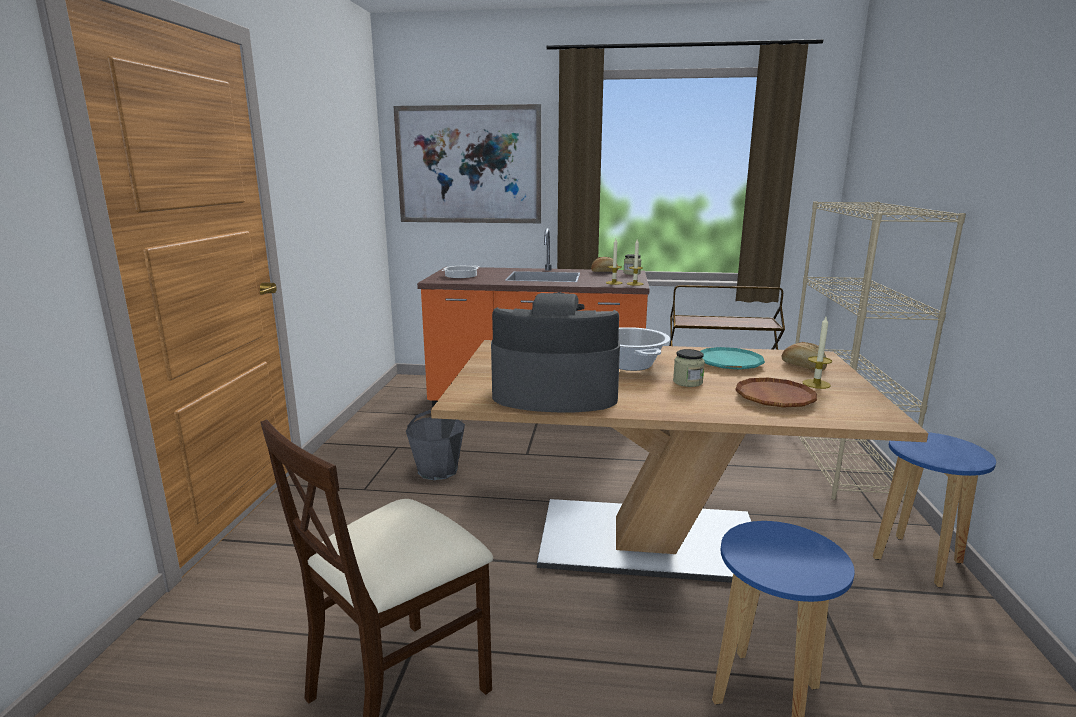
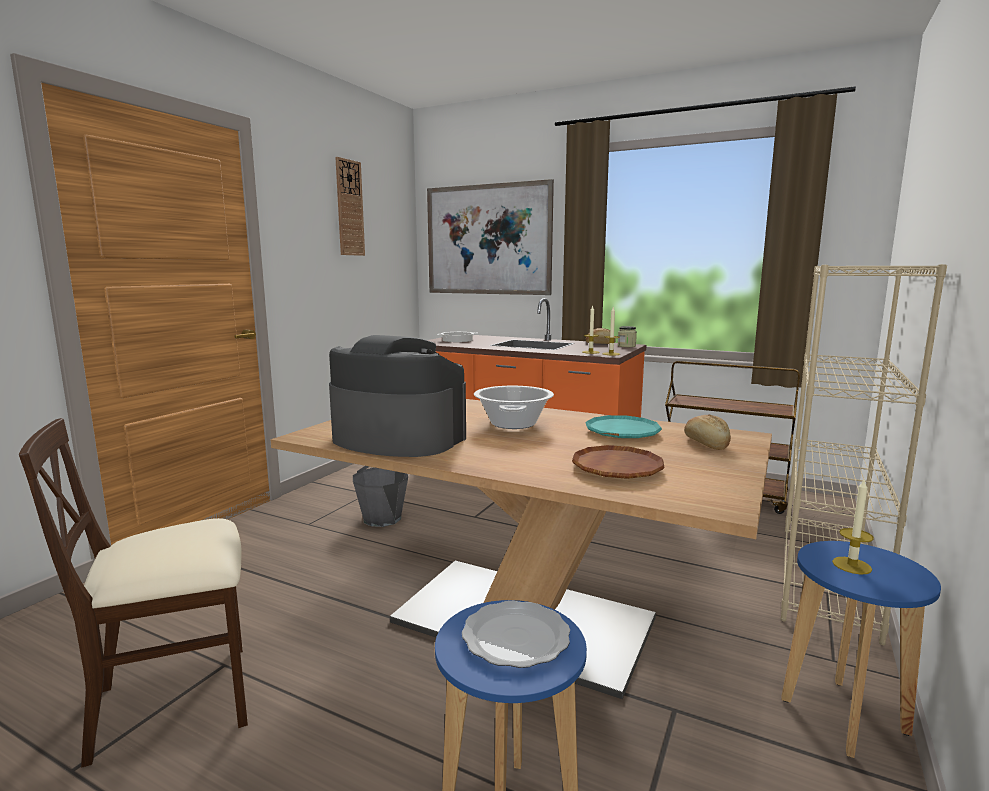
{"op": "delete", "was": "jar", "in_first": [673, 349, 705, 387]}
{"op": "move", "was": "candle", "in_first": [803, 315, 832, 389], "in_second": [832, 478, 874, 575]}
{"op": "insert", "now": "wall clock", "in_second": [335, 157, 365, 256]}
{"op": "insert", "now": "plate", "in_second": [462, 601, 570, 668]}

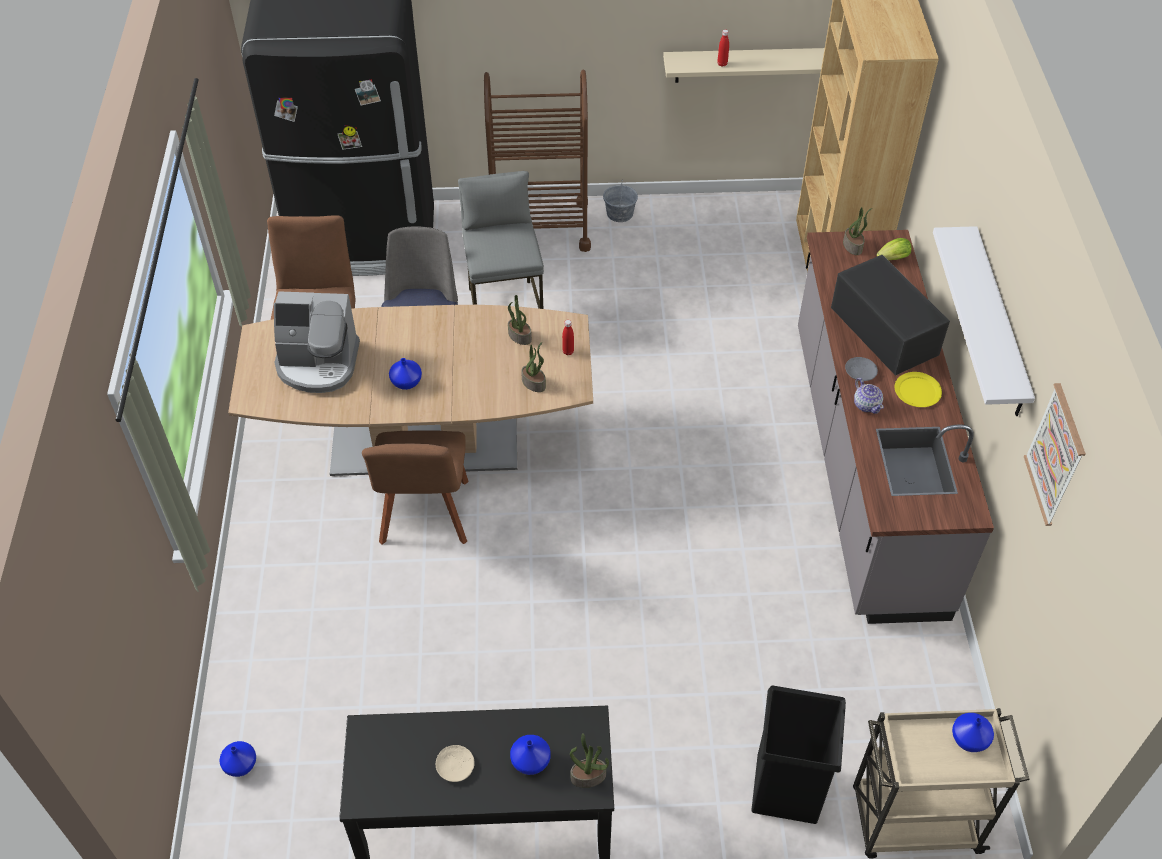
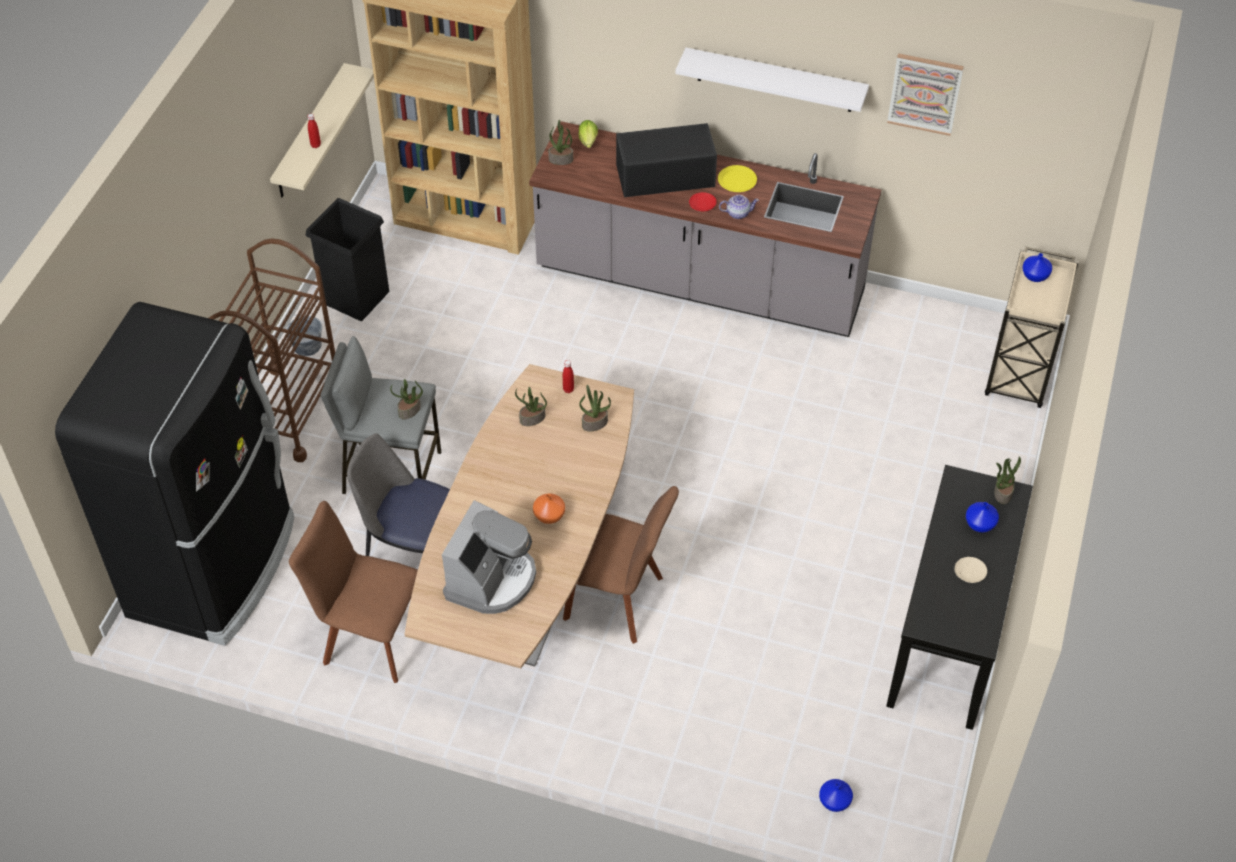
{"op": "recolor", "was": "vase (blue)", "now": "vase (orange)", "in_first": [389, 358, 422, 390], "in_second": [533, 493, 565, 524]}
{"op": "move", "was": "trash can (black)", "in_first": [751, 686, 846, 824], "in_second": [306, 198, 389, 321]}
{"op": "recolor", "was": "plate (grey)", "now": "plate (red)", "in_first": [845, 357, 878, 381], "in_second": [689, 192, 717, 211]}
{"op": "insert", "now": "potted plant", "in_second": [390, 379, 423, 420]}

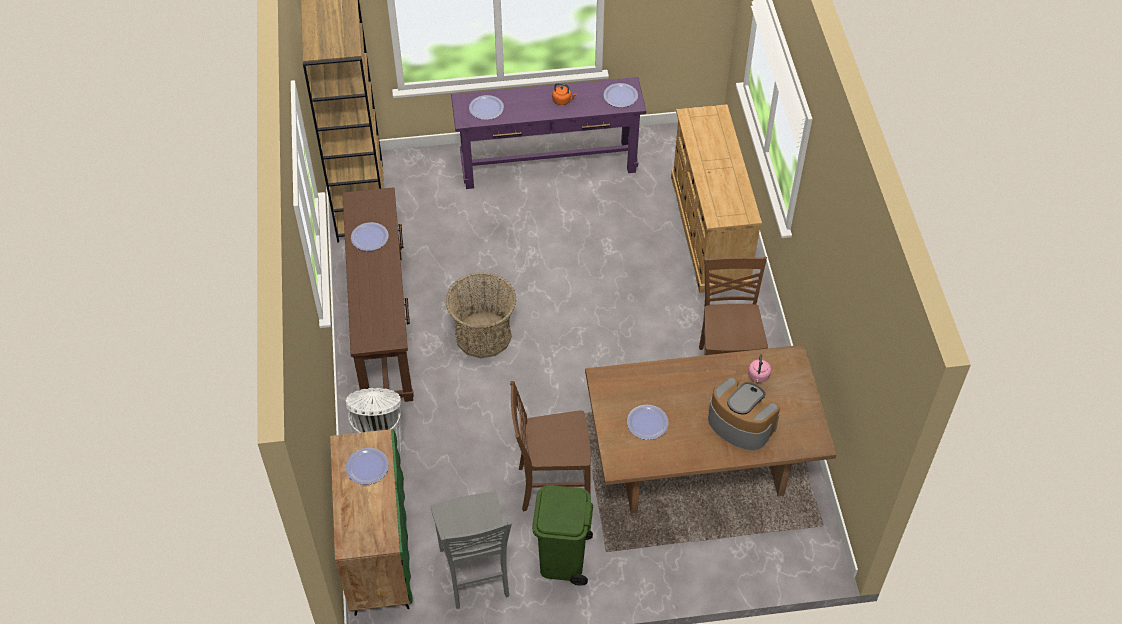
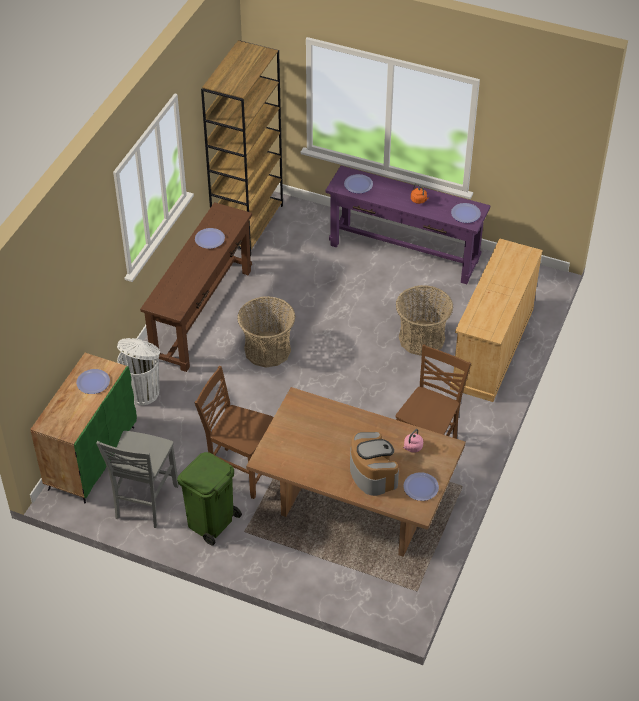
{"op": "move", "was": "plate", "in_first": [627, 405, 669, 440], "in_second": [404, 472, 439, 501]}
{"op": "insert", "now": "basket", "in_second": [396, 285, 453, 356]}

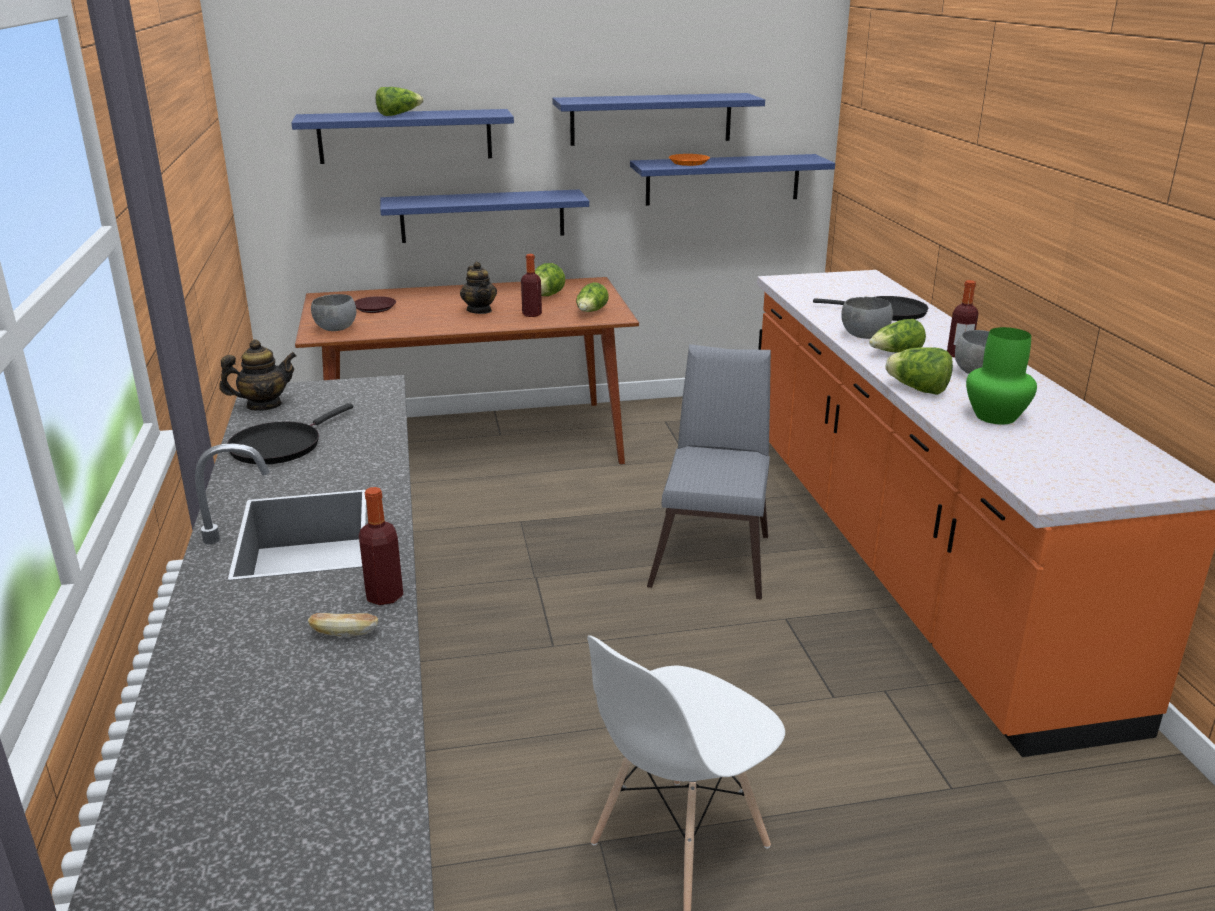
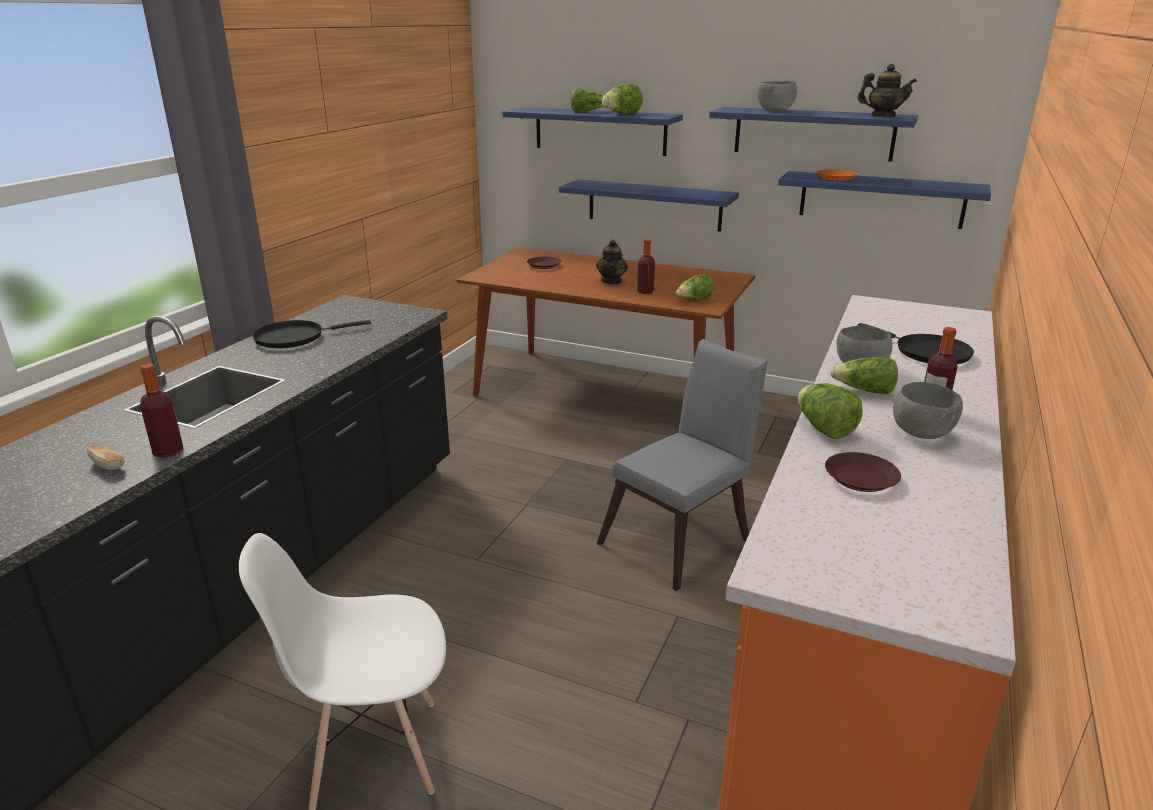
{"op": "move", "was": "teapot", "in_first": [219, 339, 297, 411], "in_second": [857, 64, 917, 117]}
{"op": "move", "was": "bowl (grey)", "in_first": [311, 294, 356, 331], "in_second": [757, 81, 797, 112]}
{"op": "move", "was": "lettuce", "in_first": [535, 263, 565, 296], "in_second": [602, 84, 643, 114]}
{"op": "replace", "was": "vase (green)", "now": "plate (brown)", "in_first": [966, 327, 1037, 425], "in_second": [825, 452, 901, 492]}

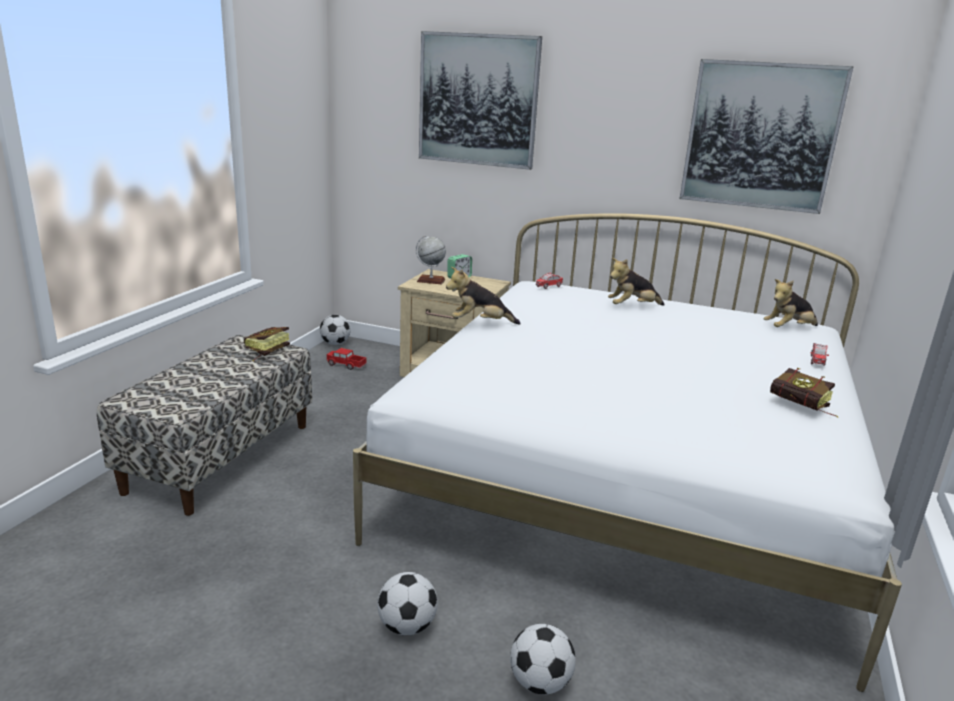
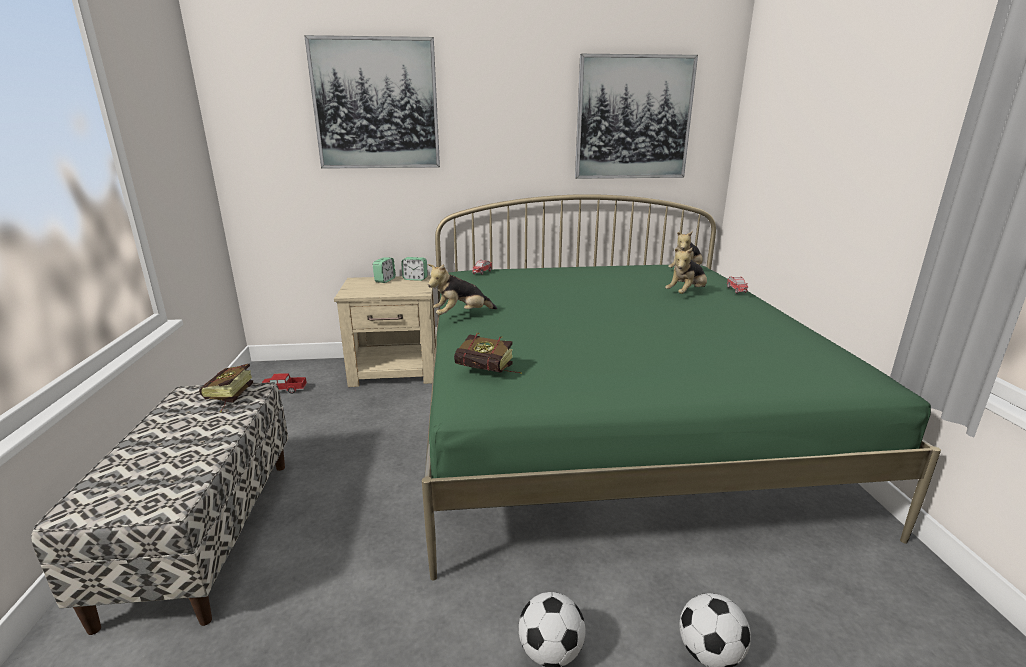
{"op": "delete", "was": "football", "in_first": [320, 315, 351, 345]}
{"op": "recolor", "was": "bed (white)", "now": "bed (green)", "in_first": [353, 213, 902, 692], "in_second": [422, 194, 941, 581]}
{"op": "delete", "was": "globe", "in_first": [416, 235, 446, 285]}
{"op": "move", "was": "plush toy", "in_first": [608, 258, 664, 306], "in_second": [665, 247, 707, 294]}
{"op": "move", "was": "book", "in_first": [770, 368, 838, 417], "in_second": [454, 333, 522, 374]}
{"op": "insert", "now": "alarm clock", "in_second": [401, 257, 428, 281]}

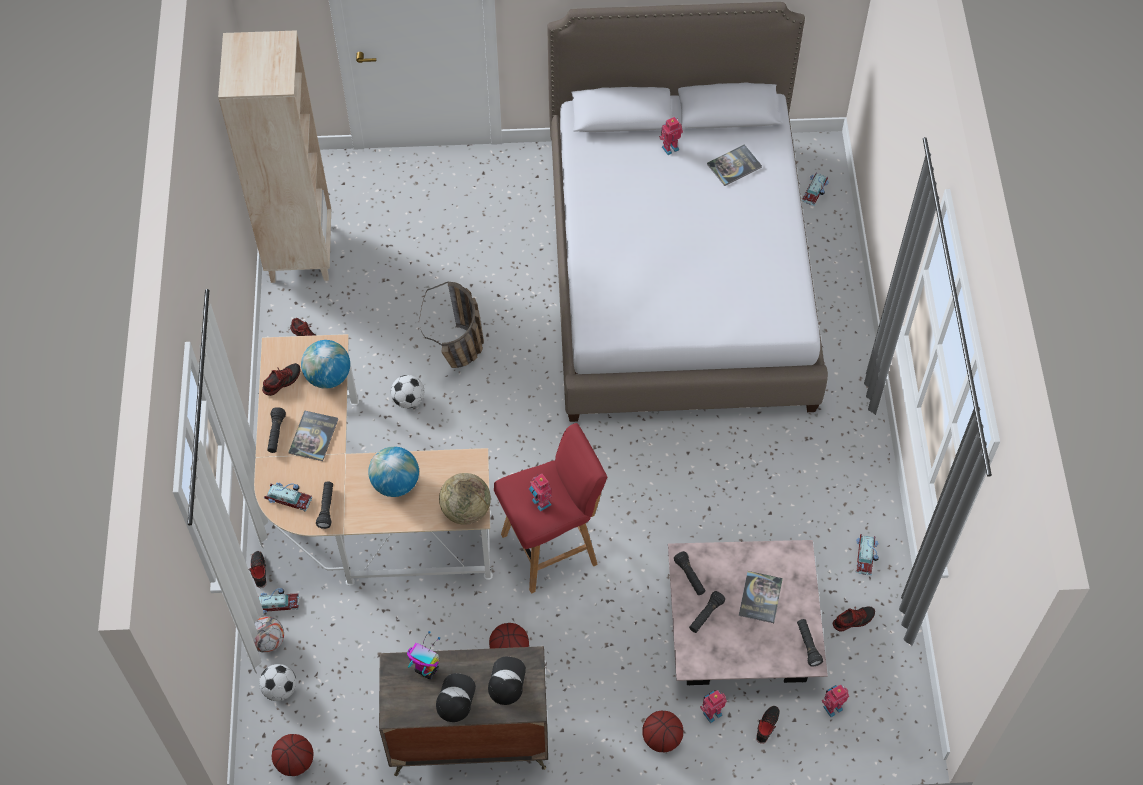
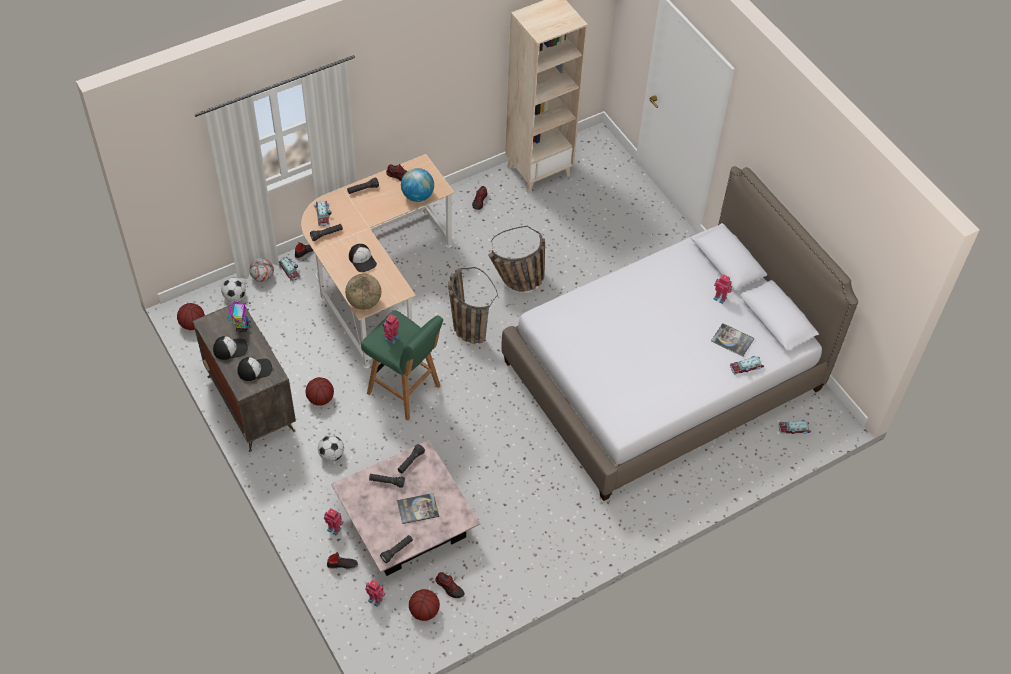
{"op": "delete", "was": "book", "in_first": [288, 410, 338, 461]}
{"op": "replace", "was": "globe", "now": "cap", "in_first": [368, 446, 419, 497], "in_second": [349, 244, 377, 272]}
{"op": "move", "was": "football", "in_first": [391, 375, 424, 408], "in_second": [318, 435, 344, 462]}
{"op": "recolor", "was": "stool (red)", "now": "stool (green)", "in_first": [494, 423, 607, 594], "in_second": [361, 310, 443, 421]}
{"op": "move", "was": "basketball", "in_first": [642, 711, 683, 752], "in_second": [409, 589, 440, 621]}
{"op": "move", "was": "toy car", "in_first": [856, 534, 879, 575], "in_second": [729, 356, 764, 375]}
{"op": "insert", "now": "basket", "in_second": [448, 267, 498, 344]}

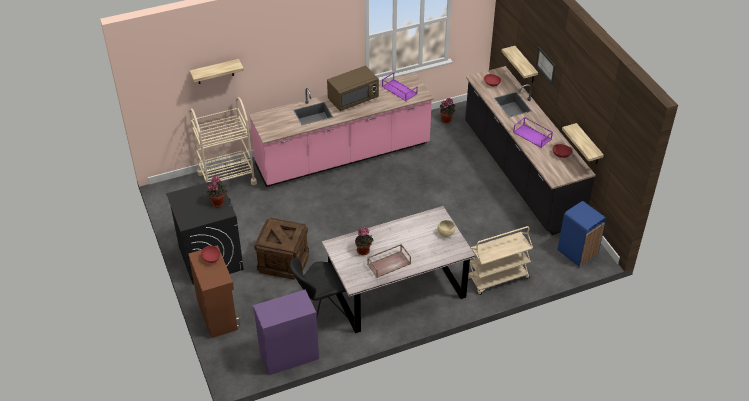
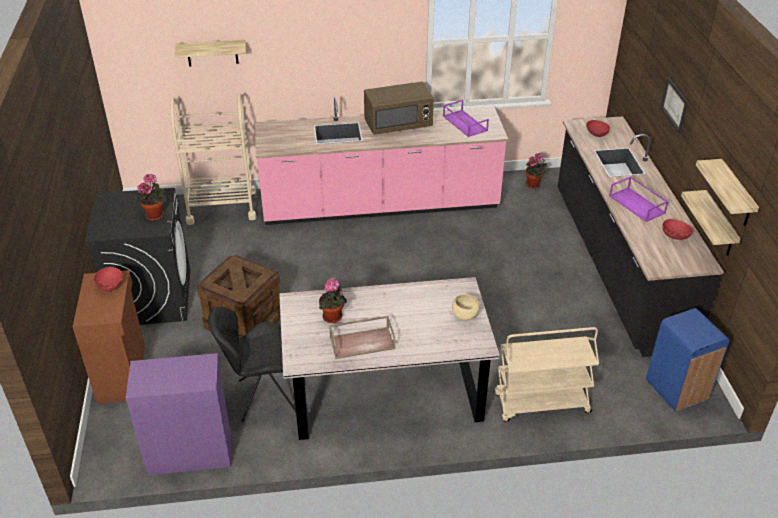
{"op": "move", "was": "shelf", "in_first": [501, 46, 538, 83], "in_second": [696, 159, 759, 226]}

